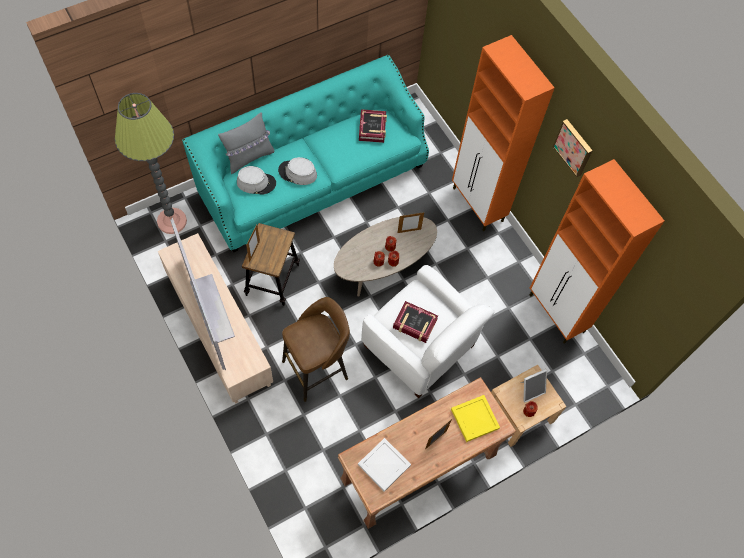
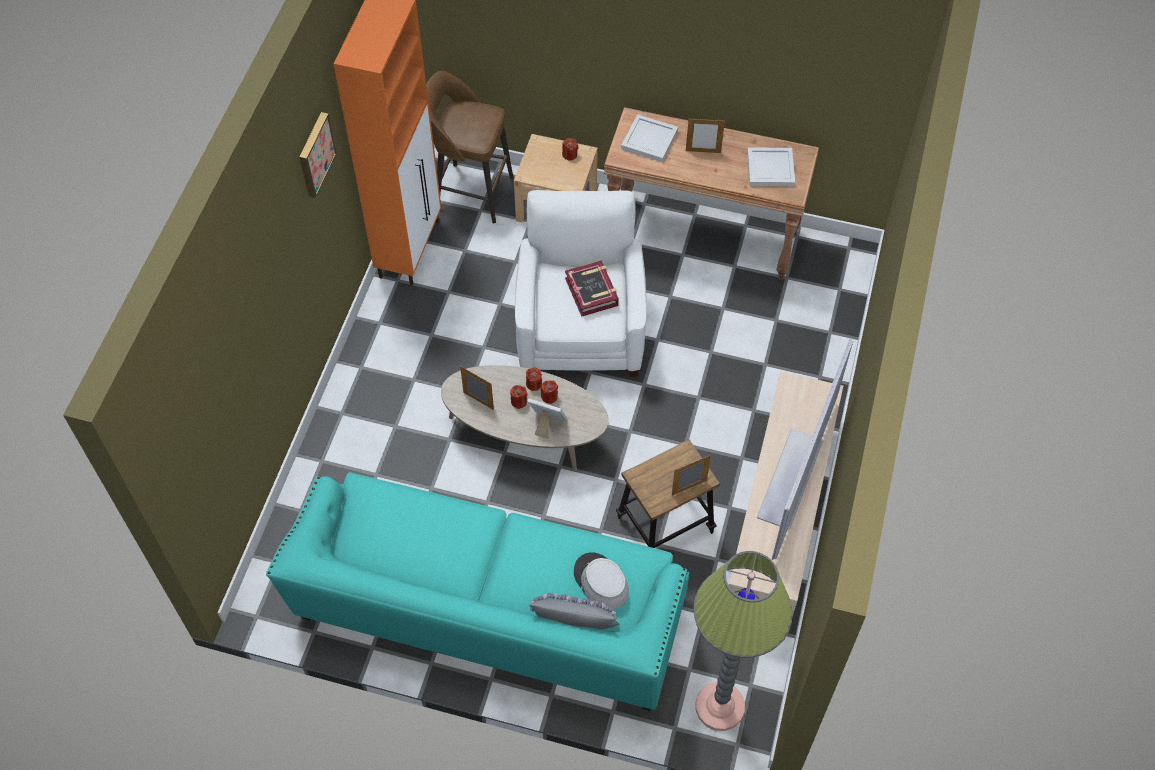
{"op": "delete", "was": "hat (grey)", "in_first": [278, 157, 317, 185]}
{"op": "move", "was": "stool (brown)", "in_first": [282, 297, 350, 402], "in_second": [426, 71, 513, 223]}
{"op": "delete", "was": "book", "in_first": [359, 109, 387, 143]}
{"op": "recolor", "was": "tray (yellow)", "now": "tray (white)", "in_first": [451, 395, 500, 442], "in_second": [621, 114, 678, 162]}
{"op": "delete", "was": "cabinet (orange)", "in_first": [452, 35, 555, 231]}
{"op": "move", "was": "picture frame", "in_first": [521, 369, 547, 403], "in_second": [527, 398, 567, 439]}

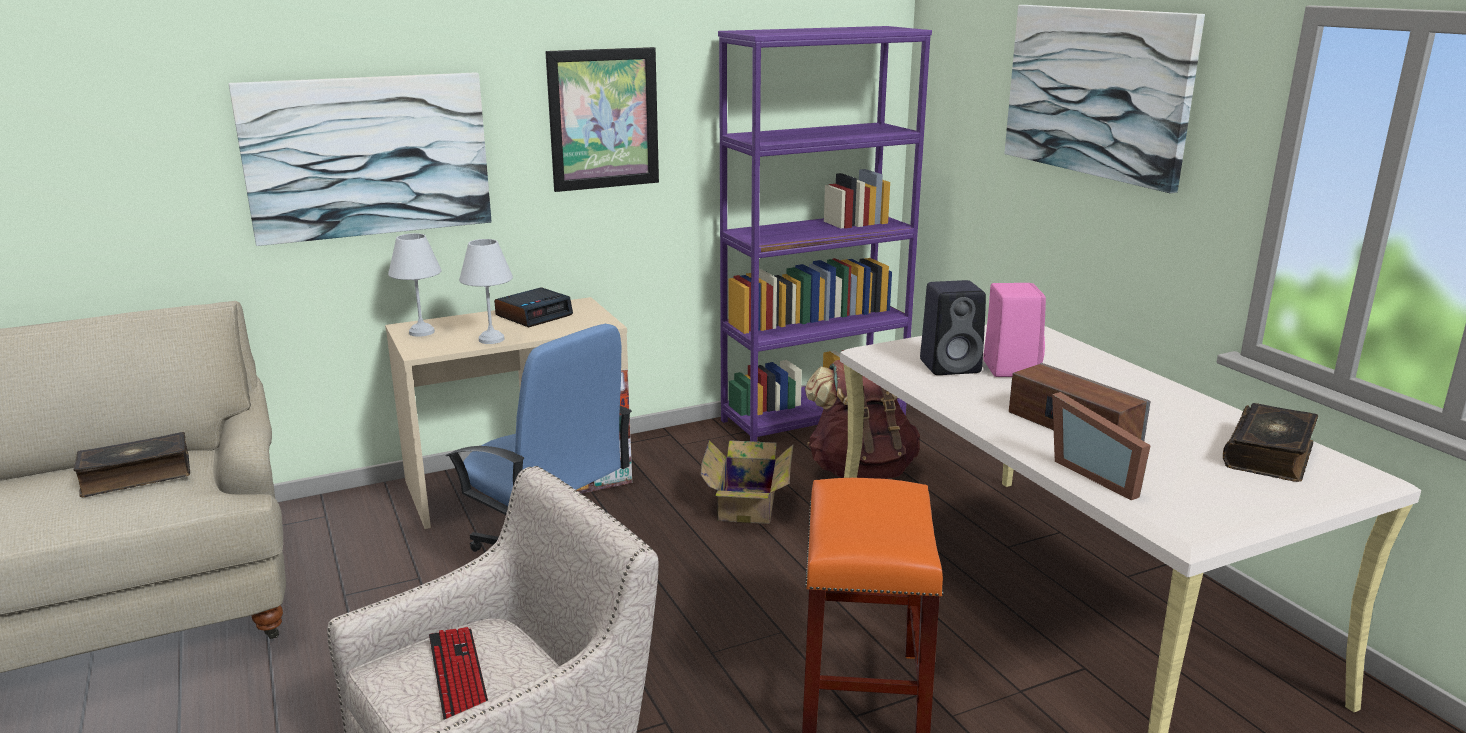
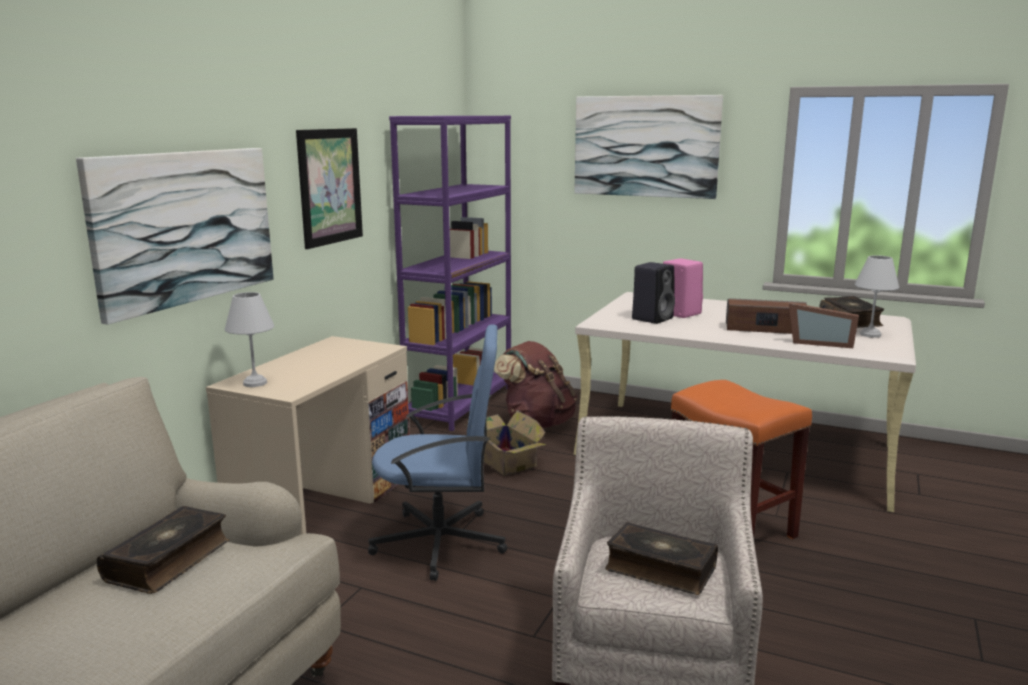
{"op": "replace", "was": "keyboard", "now": "book", "in_first": [429, 627, 488, 719], "in_second": [605, 522, 718, 595]}
{"op": "move", "was": "table lamp (white)", "in_first": [459, 239, 513, 344], "in_second": [855, 255, 899, 338]}
{"op": "delete", "was": "alarm clock", "in_first": [494, 287, 573, 327]}

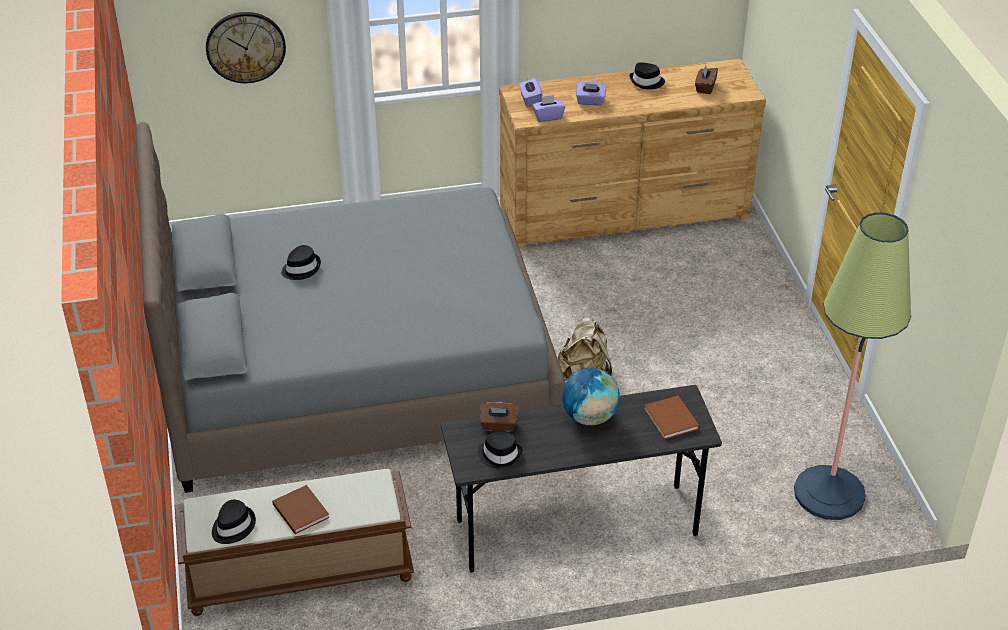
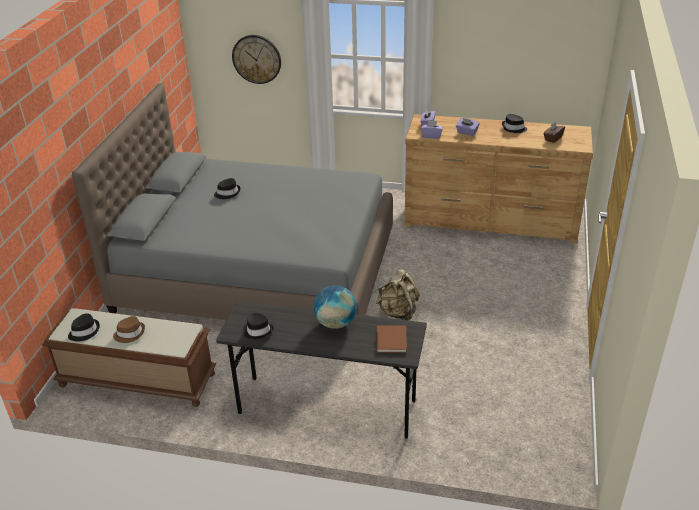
{"op": "replace", "was": "book (brown)", "now": "hat (brown)", "in_first": [272, 485, 330, 534], "in_second": [113, 316, 145, 343]}
{"op": "delete", "was": "tissue box (brown)", "in_first": [480, 402, 518, 432]}
{"op": "delete", "was": "floor lamp", "in_first": [794, 212, 911, 520]}

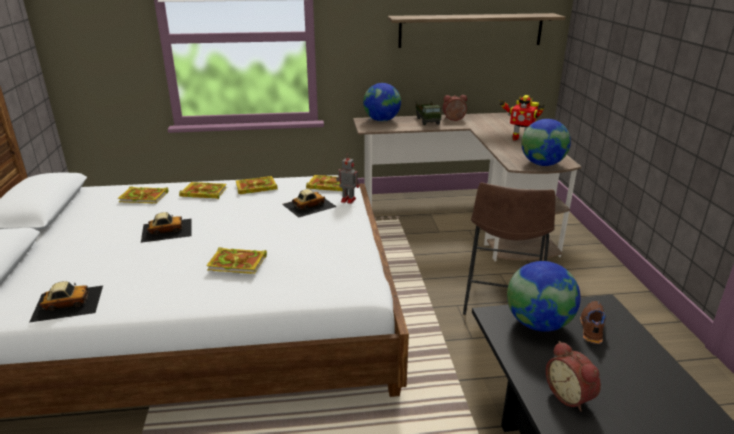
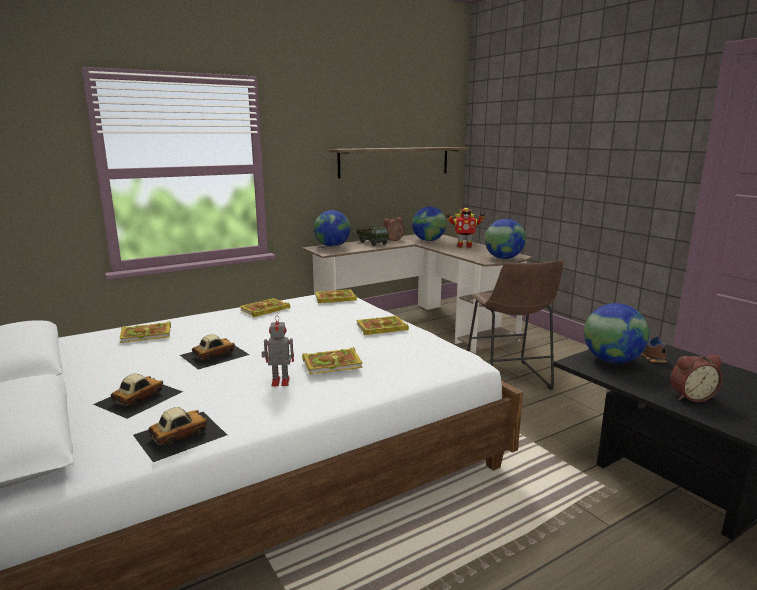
{"op": "move", "was": "book", "in_first": [179, 182, 227, 199], "in_second": [356, 316, 409, 335]}
{"op": "move", "was": "toy car", "in_first": [282, 189, 337, 218], "in_second": [93, 374, 183, 419]}
{"op": "move", "was": "toy robot", "in_first": [336, 154, 359, 204], "in_second": [261, 315, 294, 387]}
{"op": "rotate", "was": "alarm clock", "in_first": [546, 341, 601, 412], "in_second": [670, 354, 723, 402], "clockwise": -45}
{"op": "insert", "now": "globe", "in_second": [412, 206, 447, 241]}

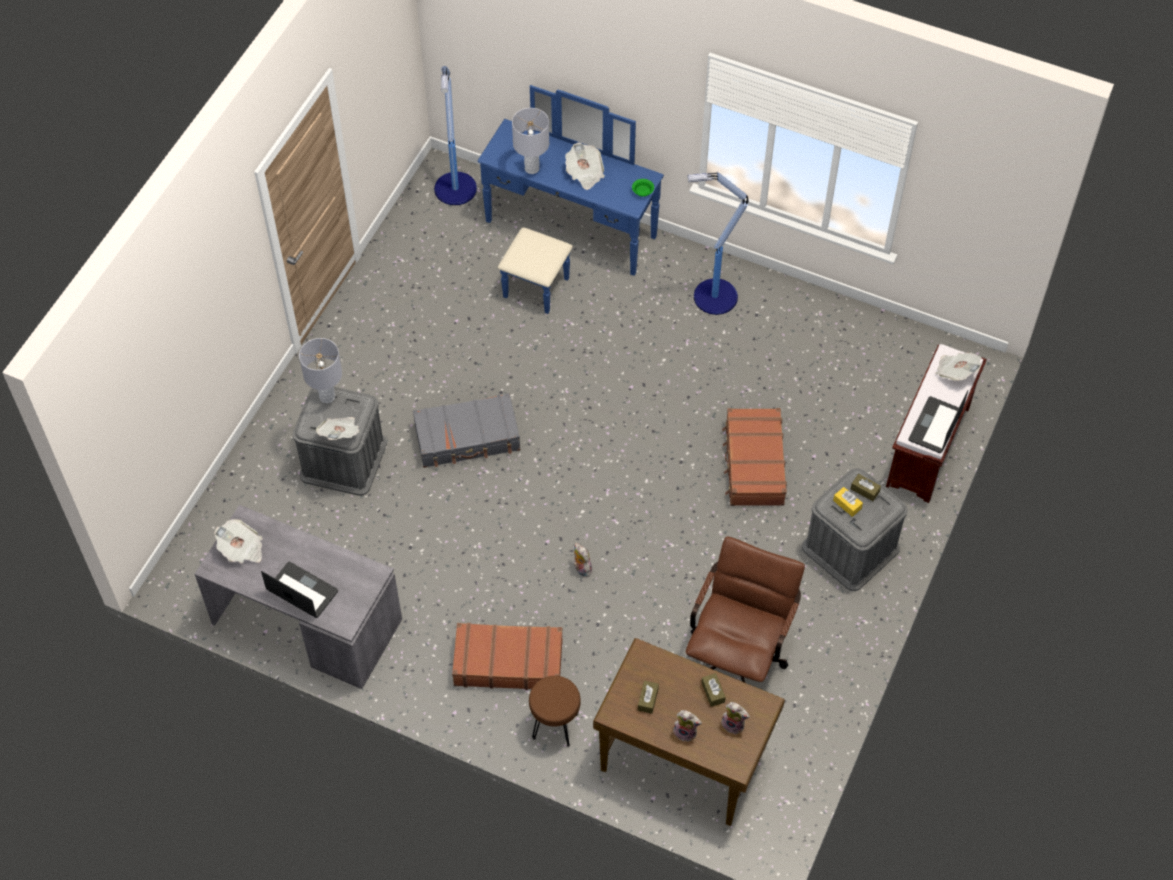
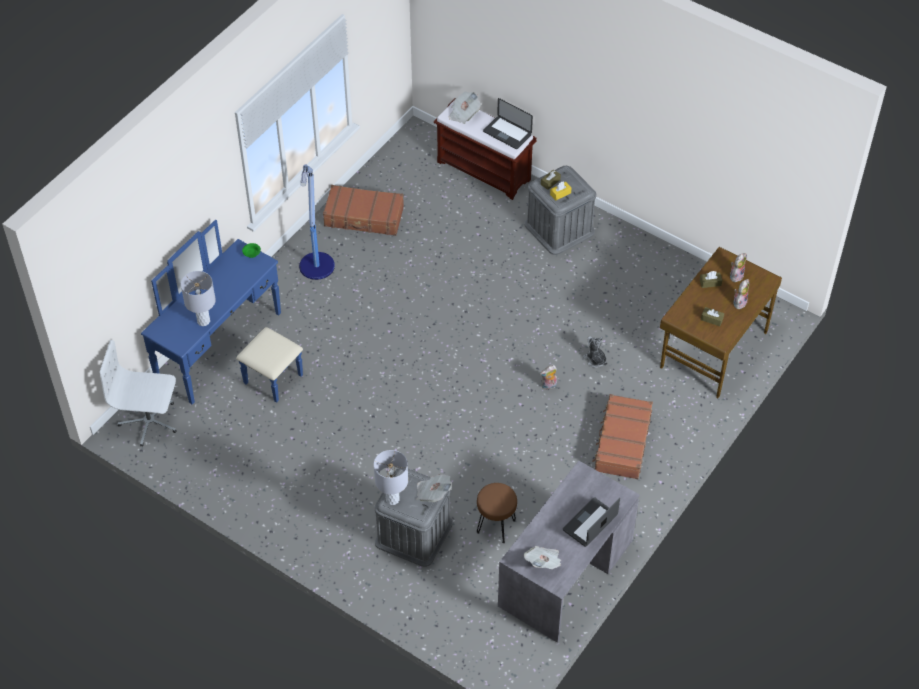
{"op": "delete", "was": "suitcase (grey)", "in_first": [413, 393, 520, 468]}
{"op": "replace", "was": "floor lamp", "now": "office chair (white)", "in_first": [434, 66, 477, 205], "in_second": [100, 340, 177, 447]}
{"op": "move", "was": "stool (brown)", "in_first": [529, 676, 581, 747], "in_second": [477, 483, 517, 543]}
{"op": "delete", "was": "newspaper", "in_first": [565, 142, 605, 190]}
{"op": "delete", "was": "office chair (brown)", "in_first": [686, 536, 805, 683]}
{"op": "move", "was": "suitcase (brown)", "in_first": [722, 408, 787, 506], "in_second": [323, 185, 404, 236]}
{"op": "insert", "now": "plush toy", "in_second": [583, 336, 607, 368]}

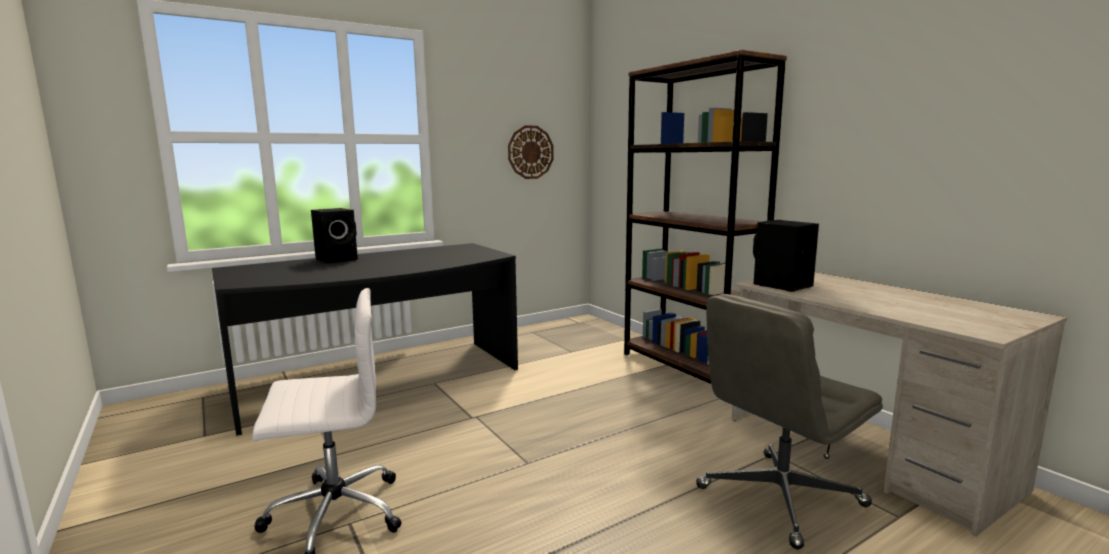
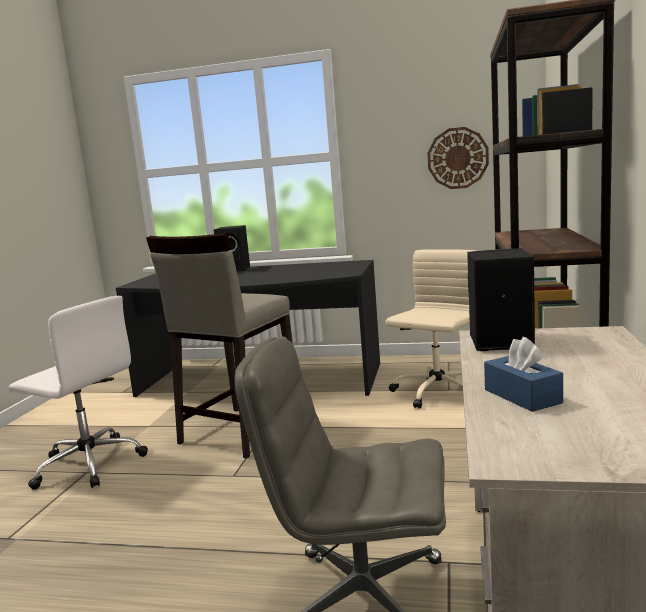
{"op": "insert", "now": "stool (beige)", "in_second": [146, 233, 293, 459]}
{"op": "insert", "now": "office chair (beige)", "in_second": [385, 249, 476, 409]}
{"op": "insert", "now": "tissue box (blue)", "in_second": [484, 337, 563, 412]}

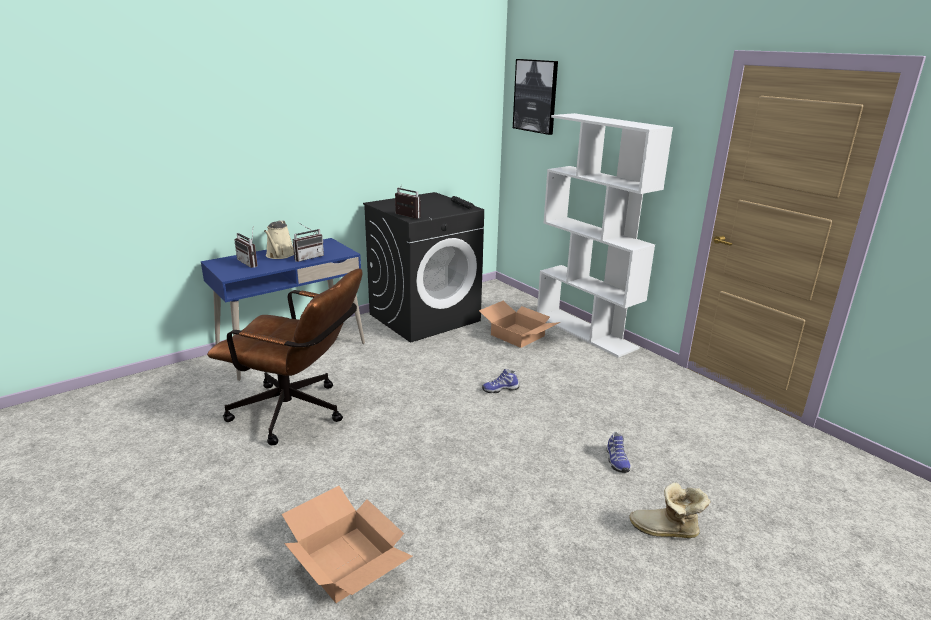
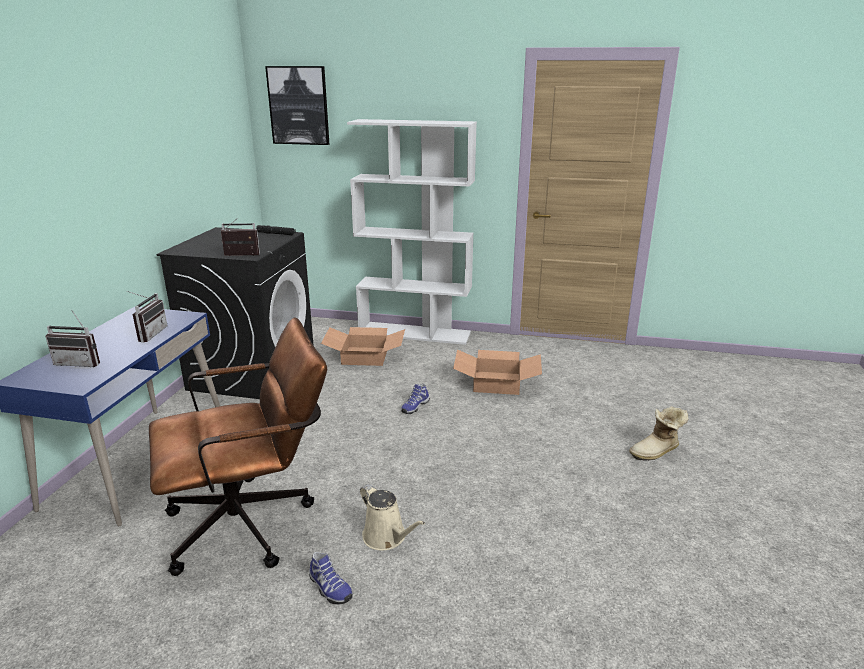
{"op": "move", "was": "watering can (beige)", "in_first": [264, 220, 294, 259], "in_second": [360, 484, 425, 550]}
{"op": "move", "was": "cardboard box", "in_first": [282, 486, 413, 603], "in_second": [453, 349, 542, 395]}
{"op": "move", "was": "shoe", "in_first": [607, 432, 631, 473], "in_second": [309, 552, 353, 604]}

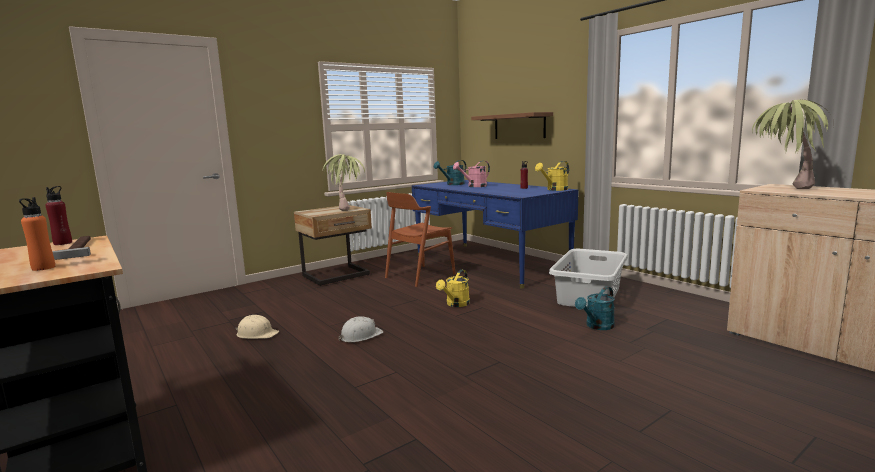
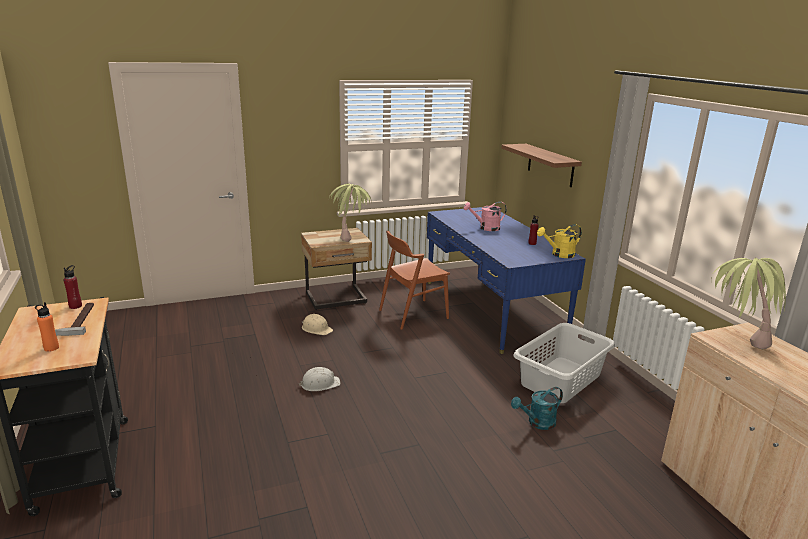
{"op": "move", "was": "hard hat (beige)", "in_first": [235, 315, 279, 339], "in_second": [302, 314, 333, 335]}
{"op": "delete", "was": "watering can (turquoise)", "in_first": [434, 160, 466, 185]}
{"op": "delete", "was": "watering can (yellow)", "in_first": [436, 270, 470, 307]}

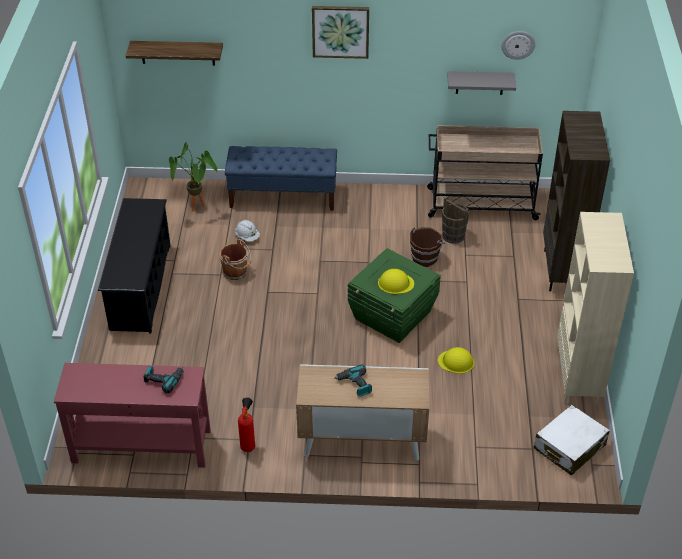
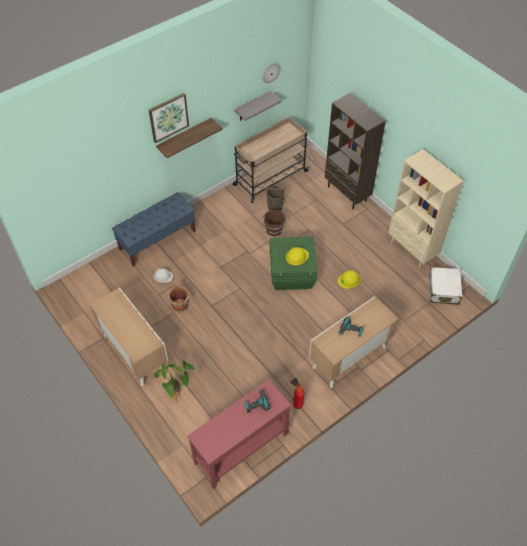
{"op": "replace", "was": "shoe rack (black)", "now": "cabinet", "in_first": [98, 198, 171, 334], "in_second": [90, 288, 168, 386]}
{"op": "move", "was": "shelf", "in_first": [126, 41, 223, 65], "in_second": [156, 118, 223, 158]}
{"op": "move", "was": "potted plant", "in_first": [169, 142, 217, 212], "in_second": [154, 360, 195, 402]}

